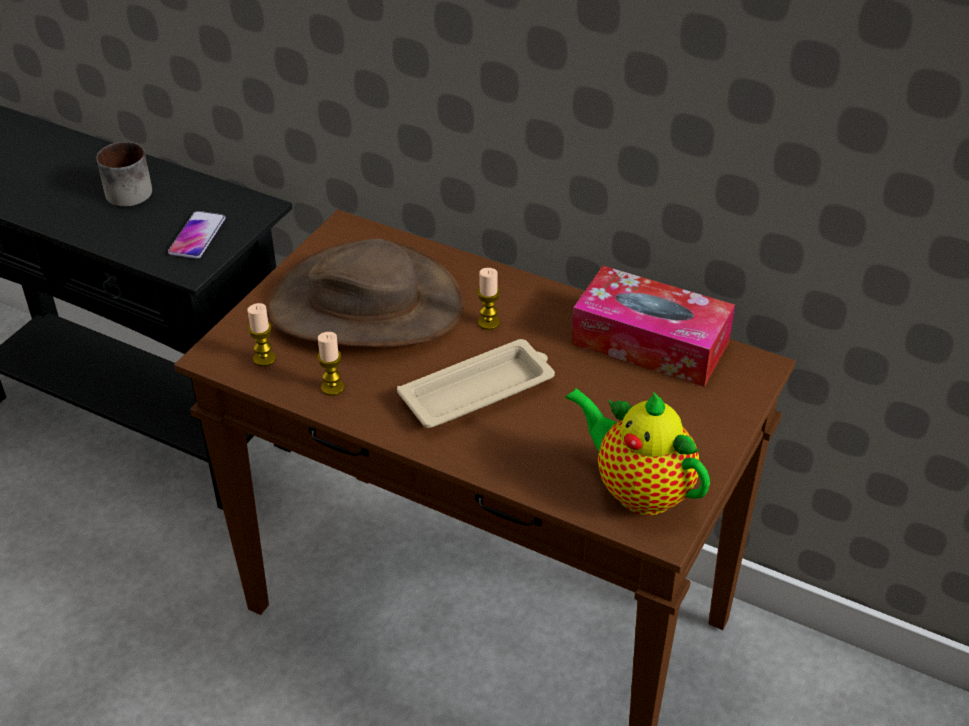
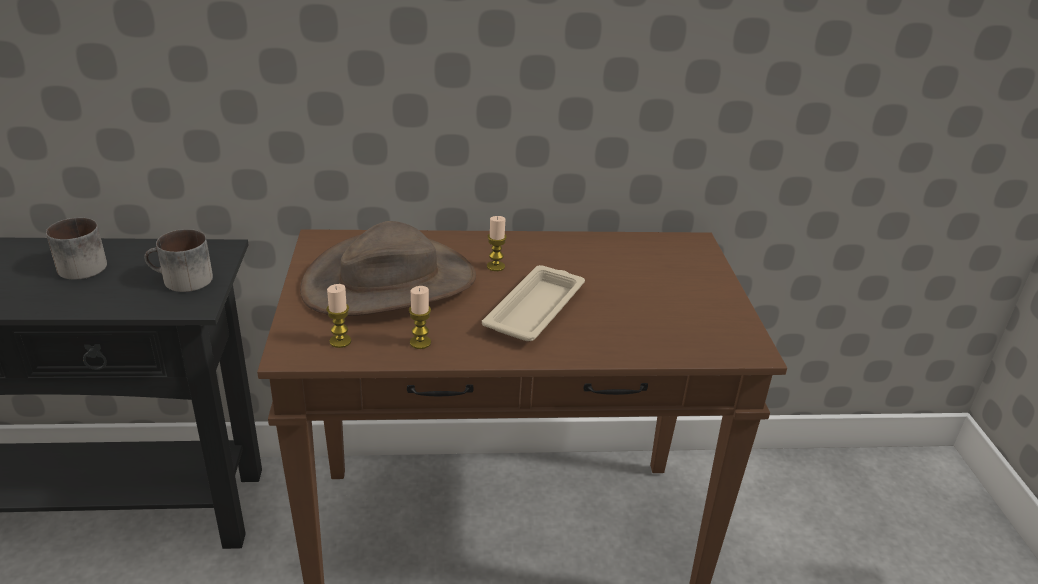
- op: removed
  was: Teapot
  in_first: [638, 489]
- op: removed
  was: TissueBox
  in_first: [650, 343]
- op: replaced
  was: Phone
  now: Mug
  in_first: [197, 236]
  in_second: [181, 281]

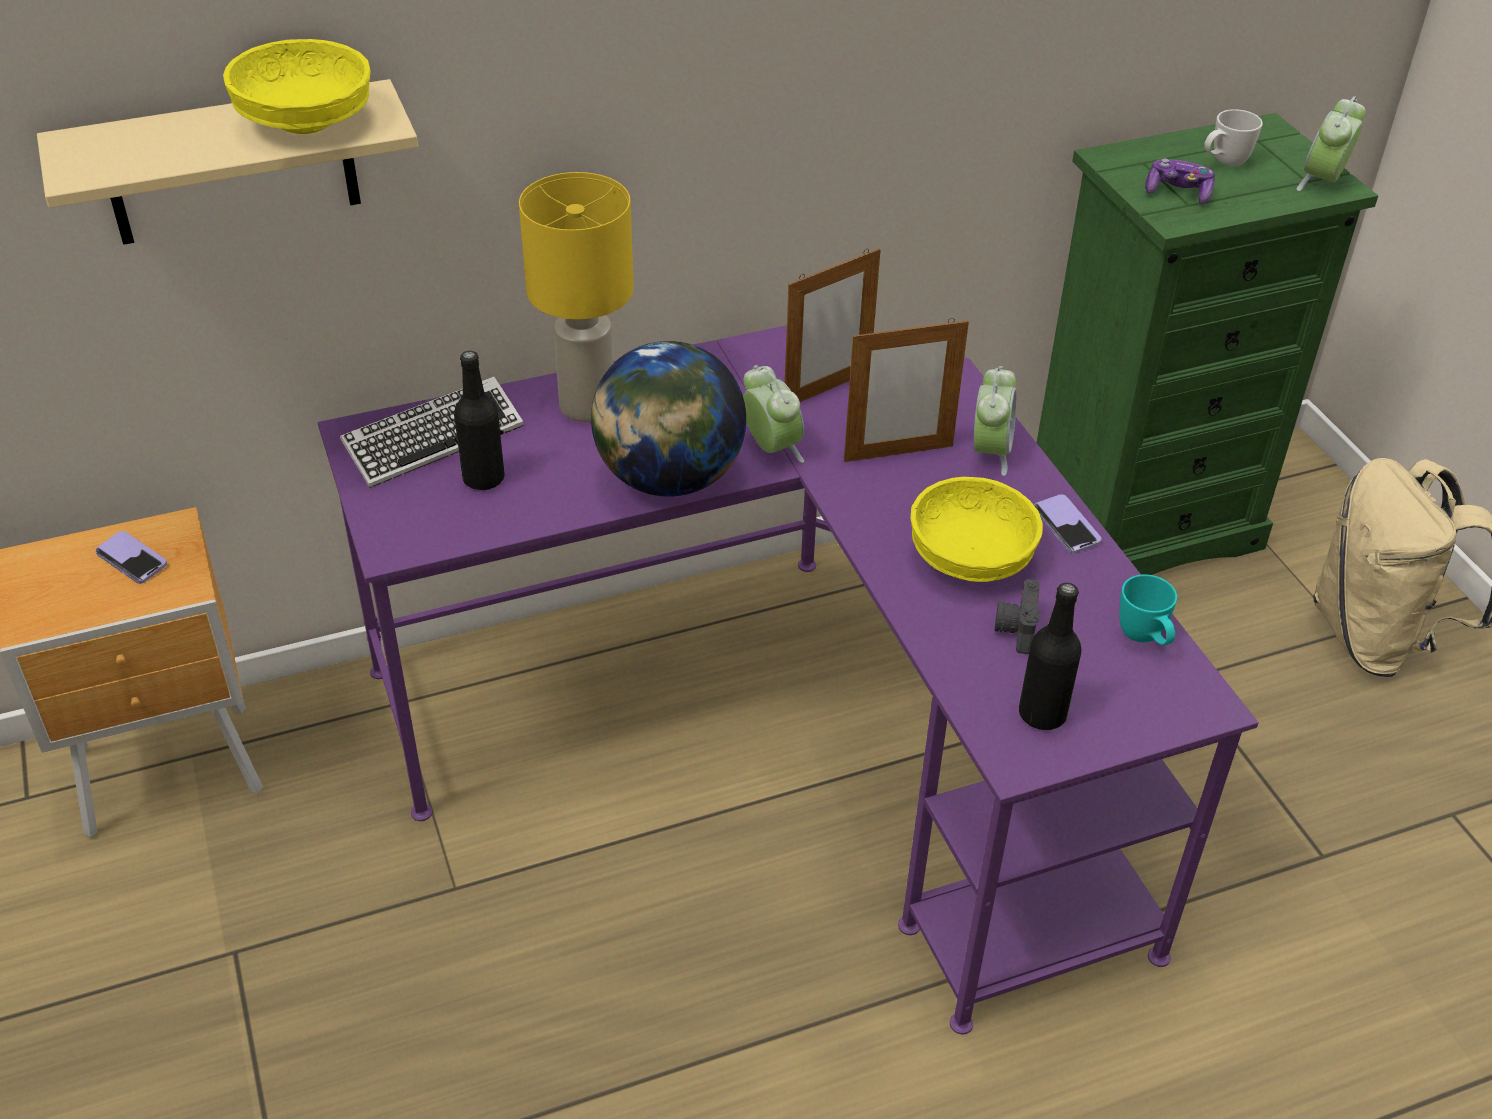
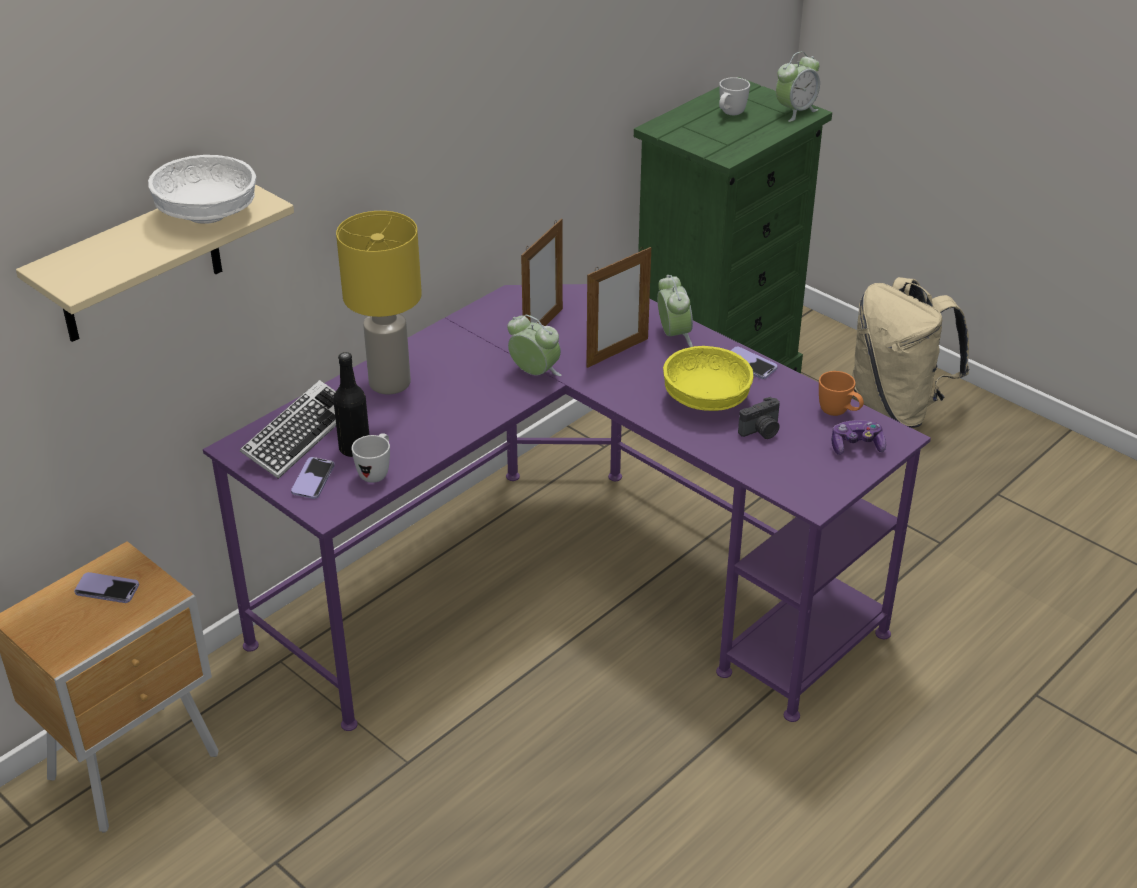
- op: removed
  was: Globe
  in_first: [669, 478]
- op: removed
  was: BlackBottle
  in_first: [1042, 714]
- op: added
  now: Phone
  in_second: [313, 479]
- op: added
  now: WhiteMug
  in_second: [376, 472]
- op: moved
  was: GameController
  in_first: [1178, 192]
  in_second: [856, 446]
- op: recoloured
  was: YellowBowl
  now: WhiteBowl
  in_first: [304, 122]
  in_second: [207, 215]
- op: recoloured
  was: TurquoiseMug
  now: OrangeMug
  in_first: [1145, 639]
  in_second: [839, 413]
- op: turned
  was: PhotoCamera
  in_first: [1015, 629]
  in_second: [761, 431]
  clockwise: -105
- op: turned
  was: AlarmClock
  in_first: [1323, 181]
  in_second: [795, 111]
  clockwise: -135

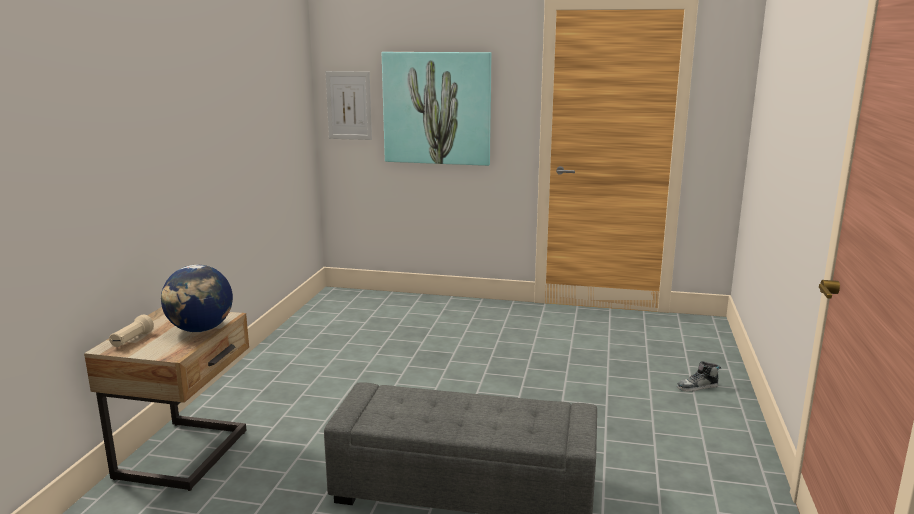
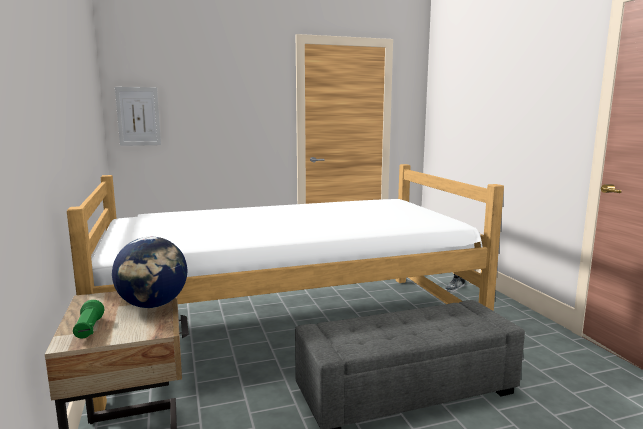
- op: removed
  was: Picture
  in_first: [437, 108]
- op: added
  now: Bed
  in_second: [289, 327]
- op: recoloured
  was: BeigeFlashlight
  now: GreenFlashlight
  in_first: [132, 340]
  in_second: [89, 329]

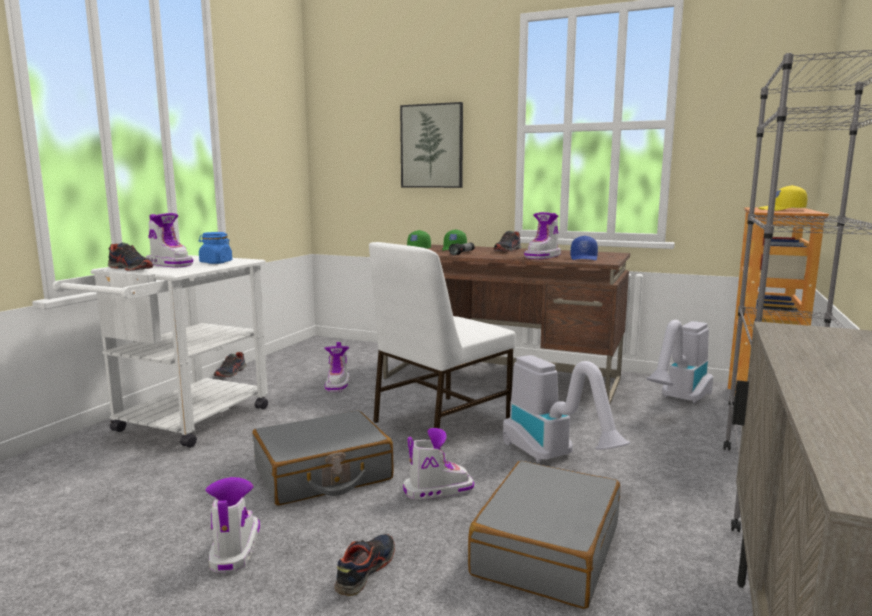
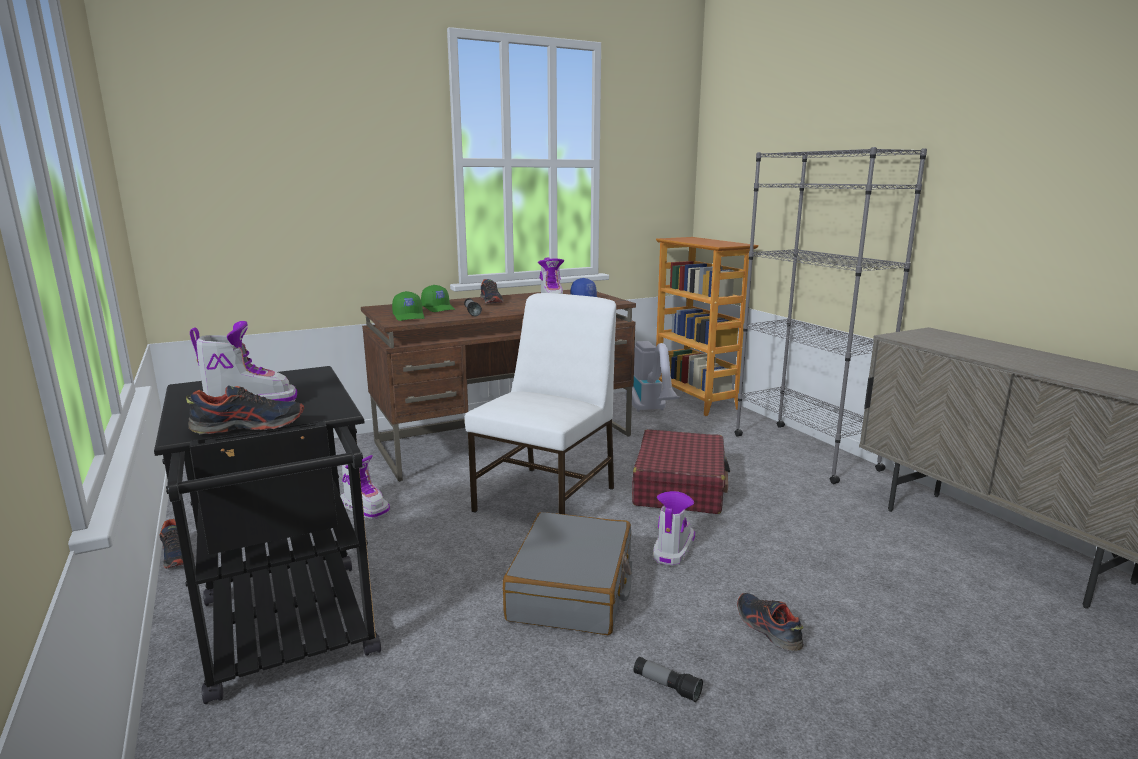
- op: removed
  was: BlueJar
  in_first: [215, 262]
- op: removed
  was: Picture
  in_first: [432, 146]
- op: removed
  was: GreySuitcase
  in_first: [546, 549]
- op: removed
  was: YellowCap
  in_first: [782, 210]
- op: replaced
  was: Boot
  now: Flashlight
  in_first: [234, 549]
  in_second: [666, 686]
- op: replaced
  was: VacuumCleaner
  now: RedSuitcase
  in_first: [554, 458]
  in_second: [679, 486]
- op: recoloured
  was: WhiteCart
  now: BlackCart
  in_first: [183, 424]
  in_second: [291, 638]
- op: turned
  was: WhiteChair
  in_first: [439, 422]
  in_second: [548, 498]
  clockwise: -150

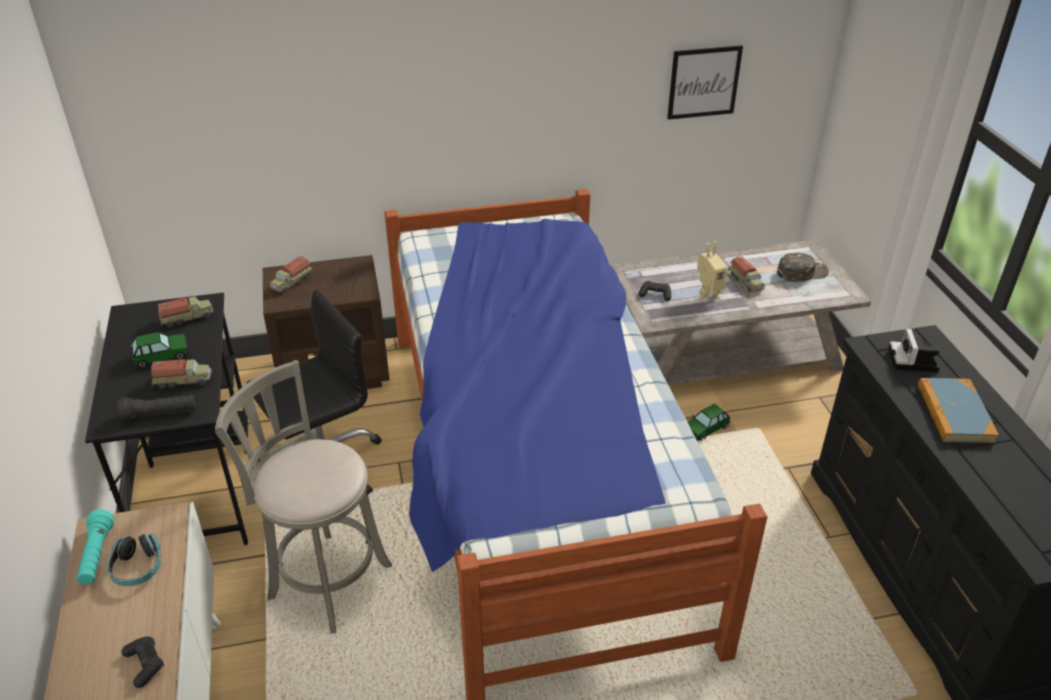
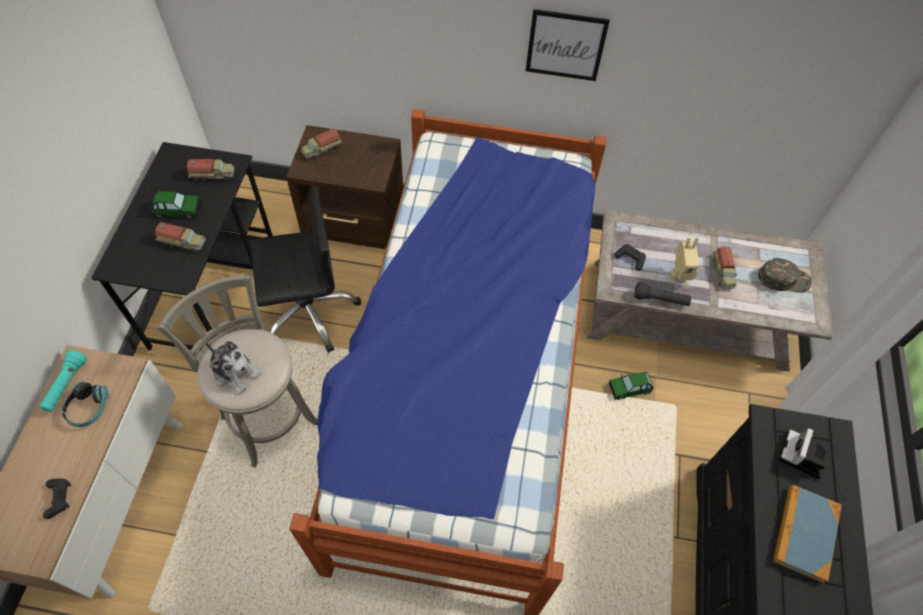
- op: added
  now: PlushToy
  in_second: [235, 371]
- op: moved
  was: BlackFlashlight
  in_first: [160, 414]
  in_second: [660, 300]
- op: moved
  was: Picture
  in_first: [704, 82]
  in_second: [565, 45]

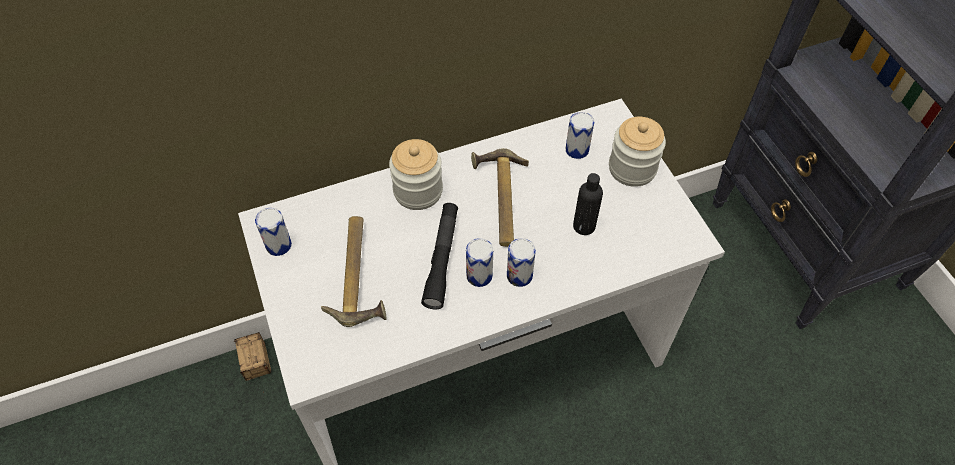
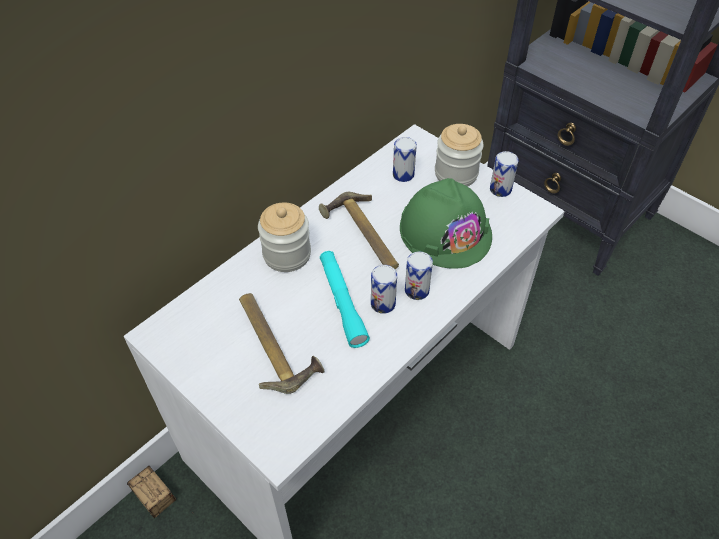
- op: moved
  was: Can
  in_first: [278, 245]
  in_second: [500, 189]
- op: replaced
  was: BlackBottle
  now: GreenHardHat
  in_first: [584, 226]
  in_second: [445, 231]
- op: recoloured
  was: BlackFlashlight
  now: TurquoiseFlashlight
  in_first: [442, 259]
  in_second: [342, 302]

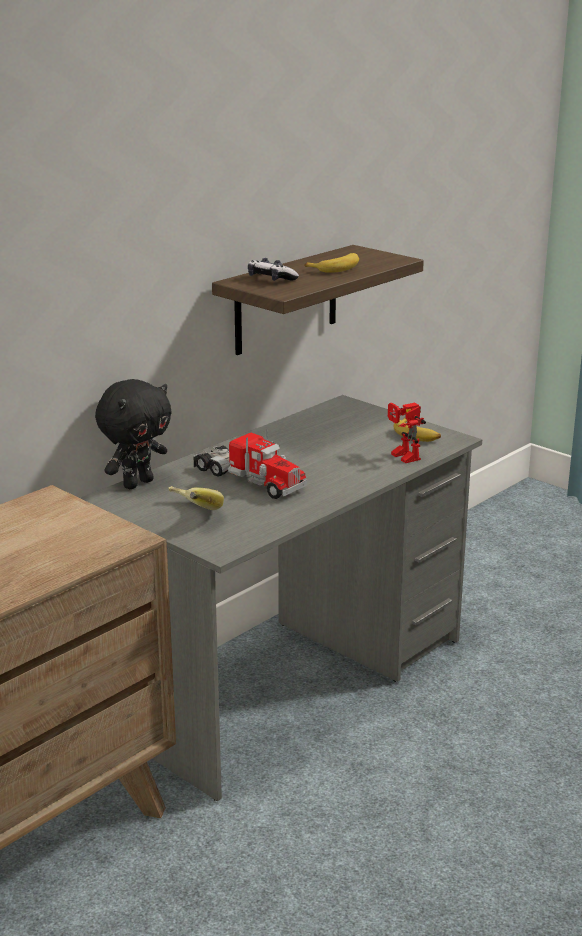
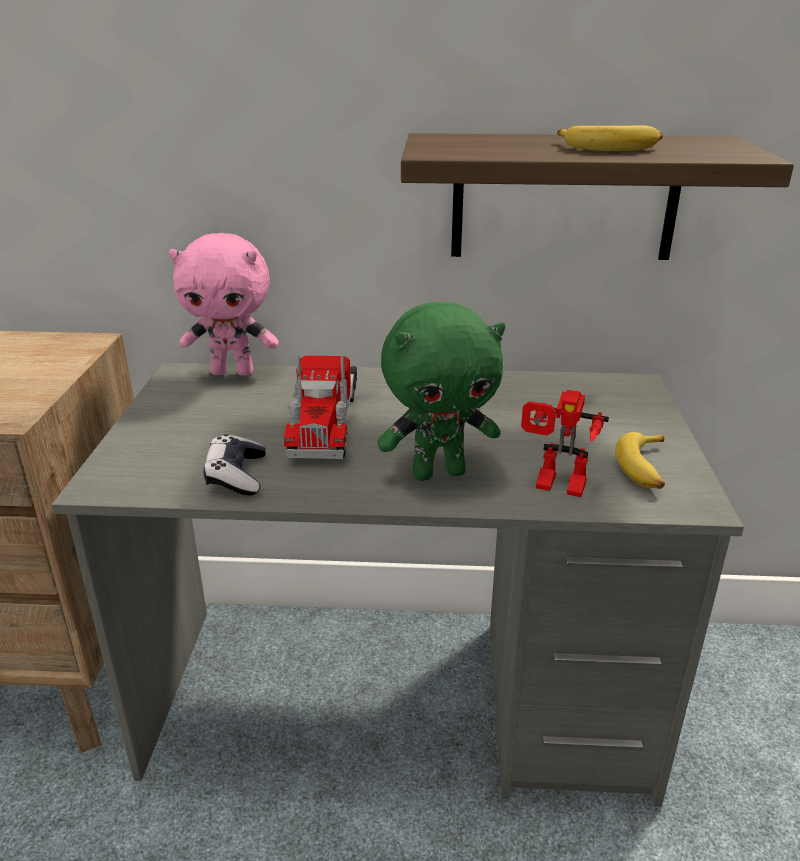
- op: removed
  was: Banana
  in_first: [191, 515]
- op: added
  now: GreenPlushToy
  in_second: [439, 472]
- op: moved
  was: GameController
  in_first: [271, 279]
  in_second: [236, 476]
- op: recoloured
  was: BlackPlushToy
  now: PinkPlushToy
  in_first: [137, 483]
  in_second: [233, 372]
- op: turned
  was: ToyRobot
  in_first: [401, 457]
  in_second: [556, 487]
  clockwise: -90

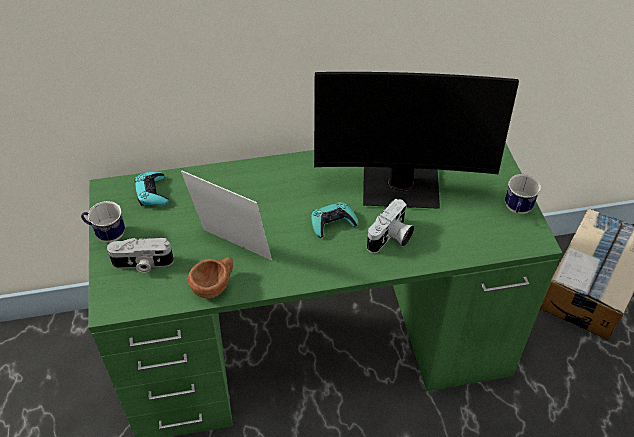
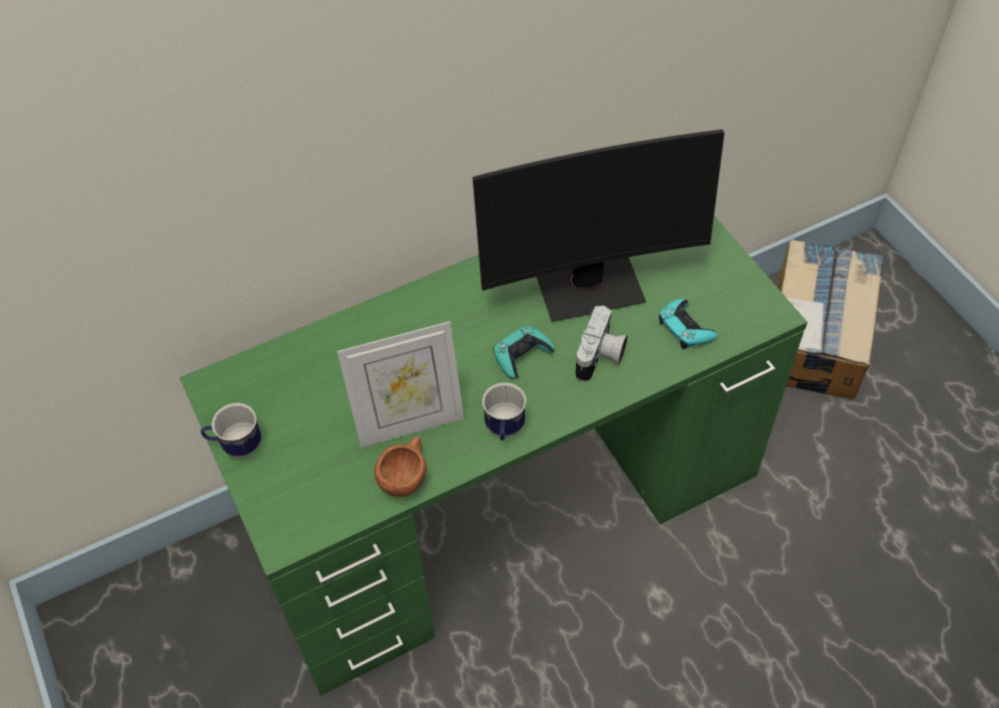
- op: removed
  was: PhotoCamera
  in_first: [142, 264]
- op: moved
  was: TurquoiseGameController
  in_first: [152, 193]
  in_second: [685, 328]
- op: moved
  was: Mug
  in_first: [517, 210]
  in_second: [504, 430]
- op: turned
  was: PictureFrame
  in_first: [232, 250]
  in_second: [409, 424]
  clockwise: 150

